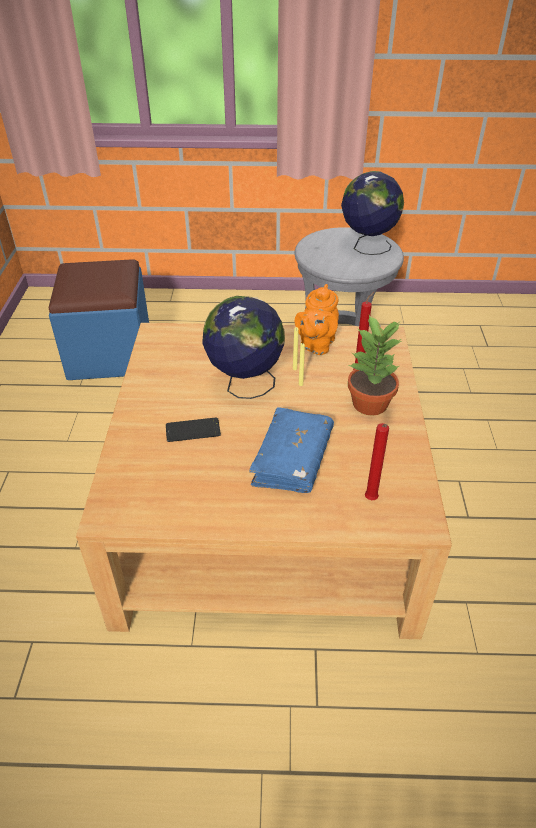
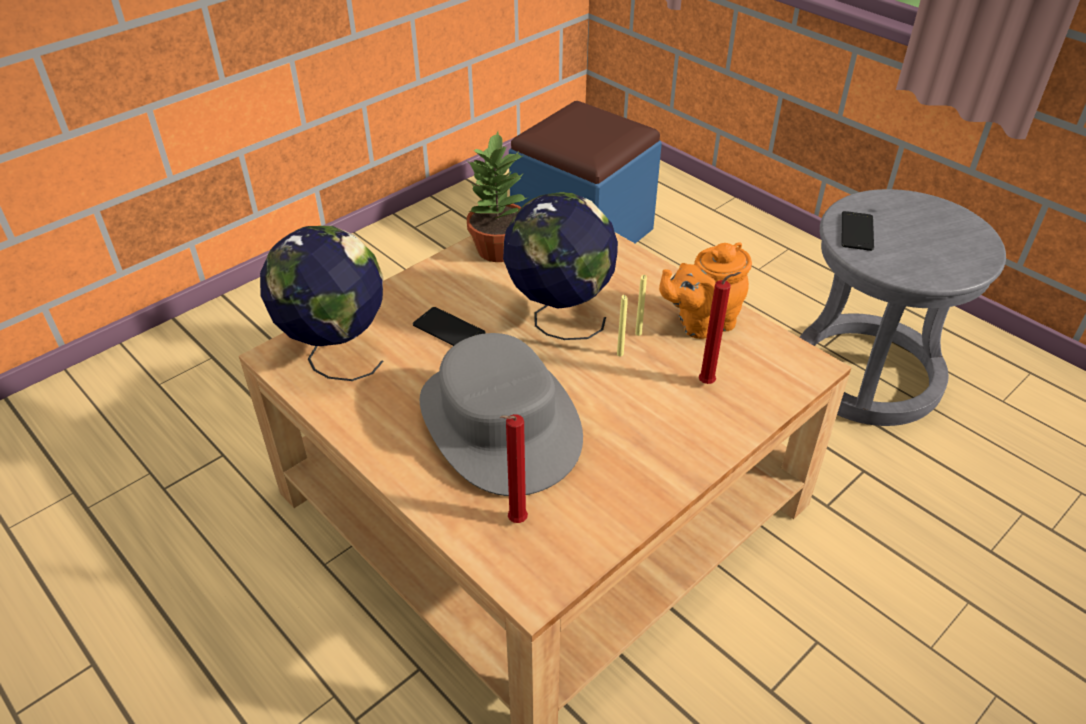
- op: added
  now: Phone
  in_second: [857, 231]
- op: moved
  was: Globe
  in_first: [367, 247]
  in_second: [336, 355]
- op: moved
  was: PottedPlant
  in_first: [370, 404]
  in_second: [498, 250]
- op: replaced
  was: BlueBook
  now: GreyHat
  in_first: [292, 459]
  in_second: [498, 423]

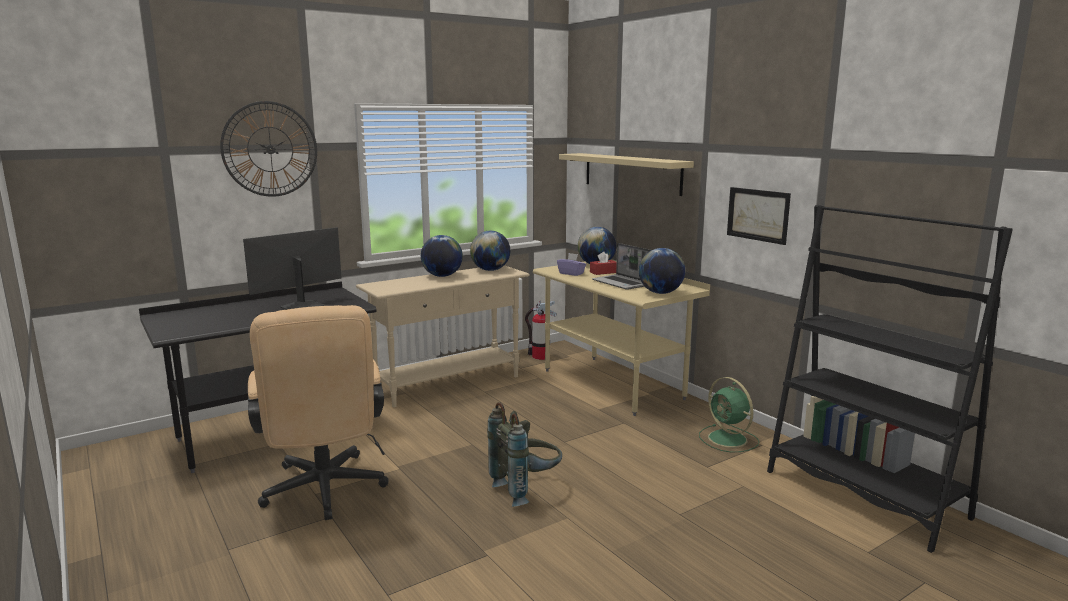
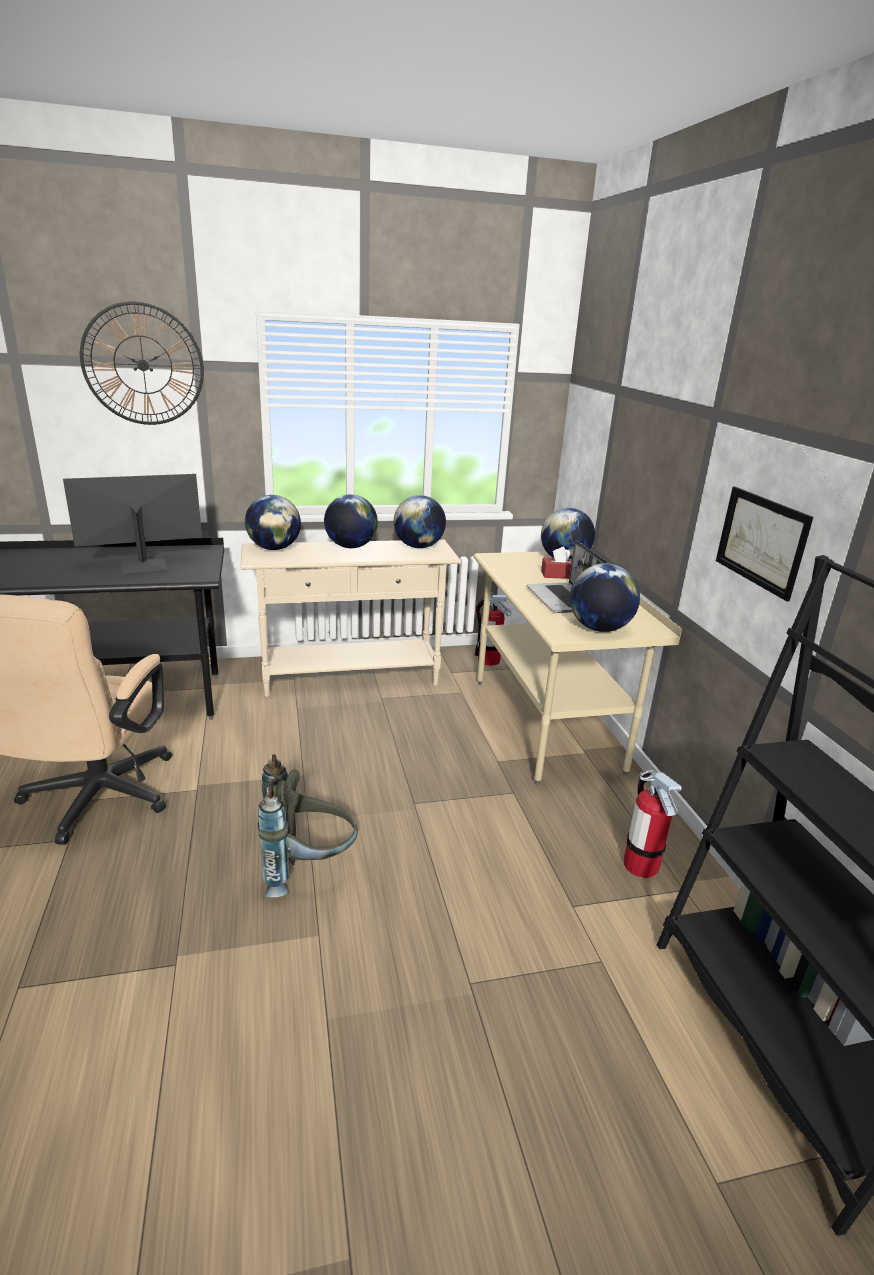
- op: removed
  was: PurpleTissueBox
  in_first: [571, 273]
- op: removed
  was: BeigeShelf
  in_first: [631, 173]
- op: added
  now: Globe
  in_second: [274, 548]
- op: replaced
  was: GreenFan
  now: FireExtinguisher
  in_first: [729, 439]
  in_second: [640, 864]

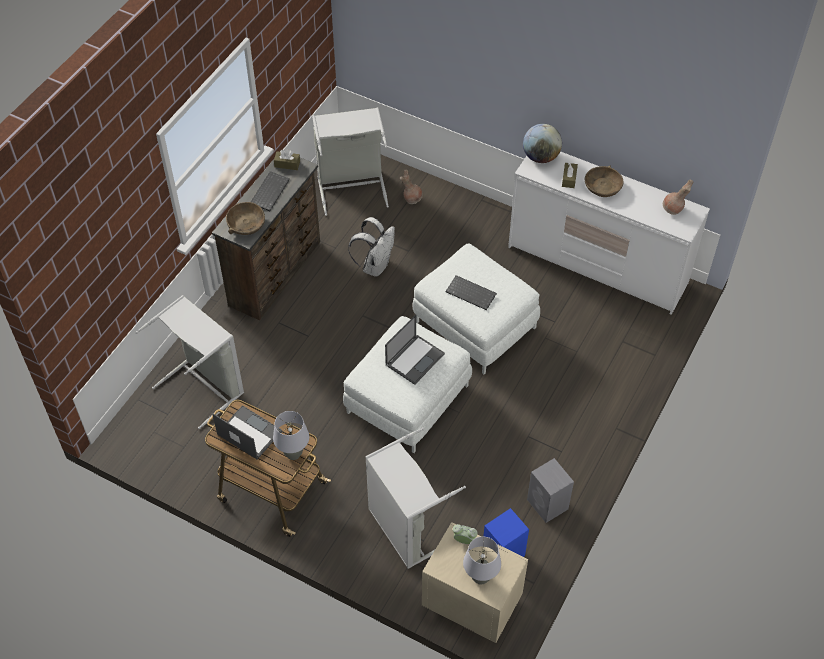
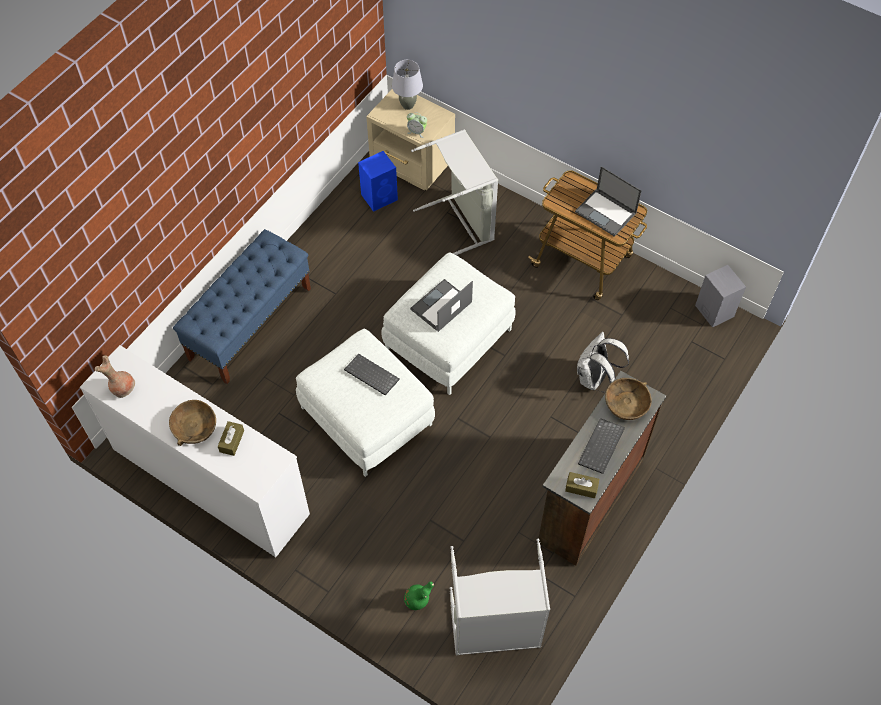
- op: removed
  was: GreyLaundryBasket
  in_first: [205, 385]
- op: removed
  was: GreyTableLamp
  in_first: [293, 454]
- op: removed
  was: Globe
  in_first: [540, 157]
- op: added
  now: BlueBench
  in_second: [250, 323]
- op: moved
  was: WhiteBackpack
  in_first: [375, 265]
  in_second: [595, 379]
- op: moved
  was: GreySpeaker
  in_first: [548, 505]
  in_second: [714, 310]
- op: recoloured
  was: BrownVase
  now: GreenVase
  in_first: [412, 198]
  in_second: [417, 601]

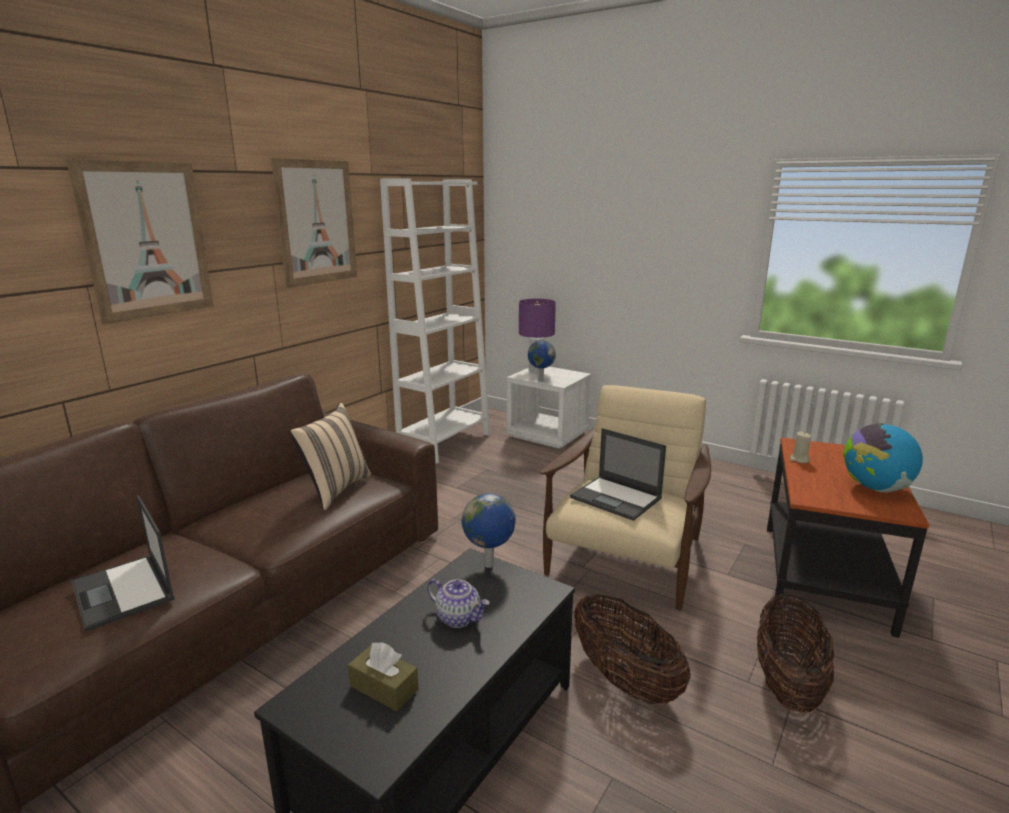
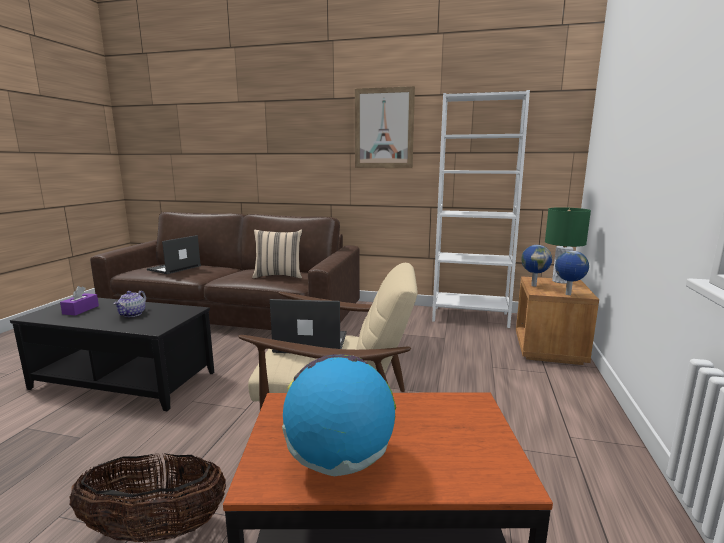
- op: removed
  was: Picture
  in_first: [147, 240]
- op: removed
  was: Basket
  in_first: [625, 680]
- op: removed
  was: BeigeCandle
  in_first: [799, 459]
- op: moved
  was: Globe
  in_first: [489, 566]
  in_second: [568, 294]
- op: recoloured
  was: BrownTissueBox
  now: PurpleTissueBox
  in_first: [384, 688]
  in_second: [81, 310]
- op: recoloured
  was: WhiteNightstand
  now: BrownNightstand
  in_first: [548, 435]
  in_second: [549, 350]
- op: recoloured
  was: PurpleTableLamp
  now: GreenTableLamp
  in_first: [536, 370]
  in_second: [560, 281]
- op: turned
  was: Laptop
  in_first: [617, 498]
  in_second: [310, 343]
  clockwise: 75

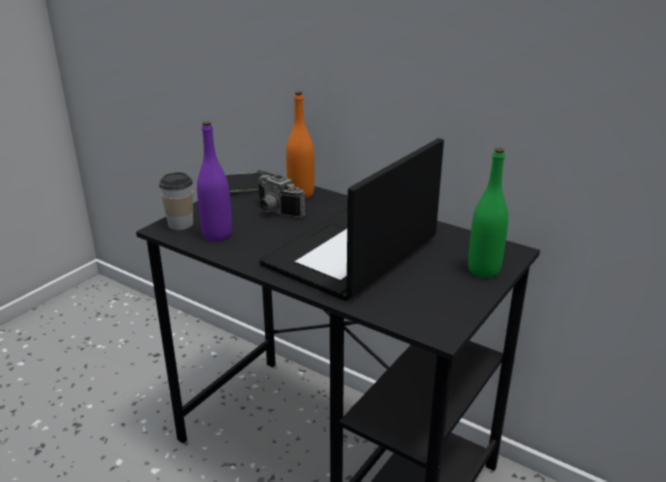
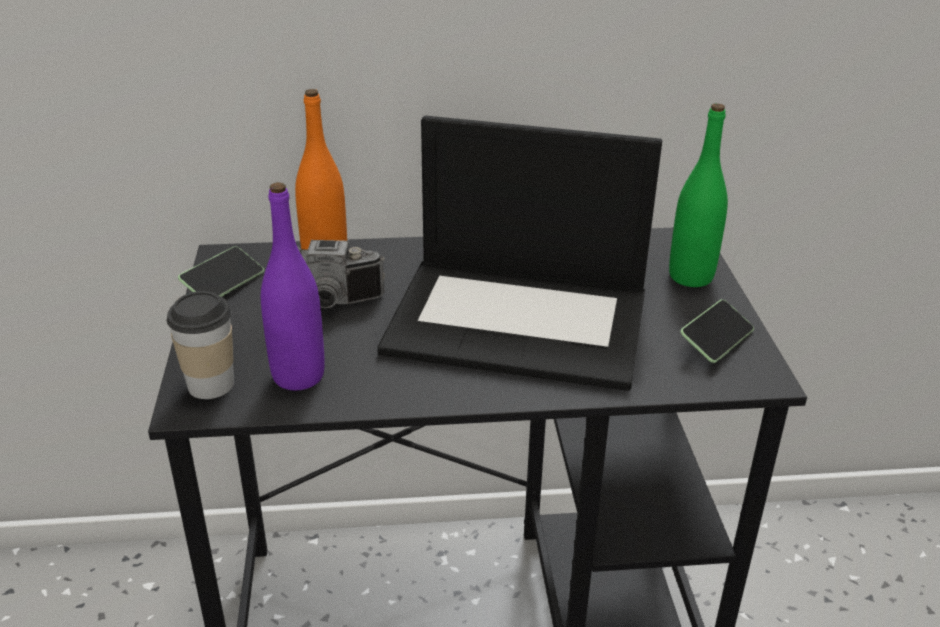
- op: added
  now: Phone
  in_second: [715, 342]
- op: turned
  was: Laptop
  in_first: [351, 253]
  in_second: [521, 320]
  clockwise: -75

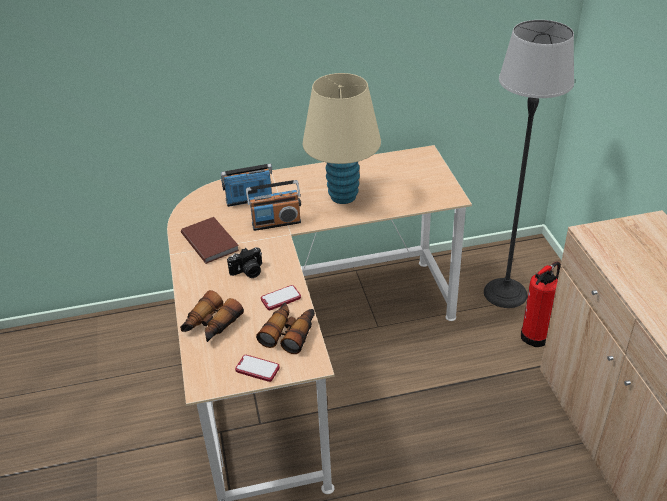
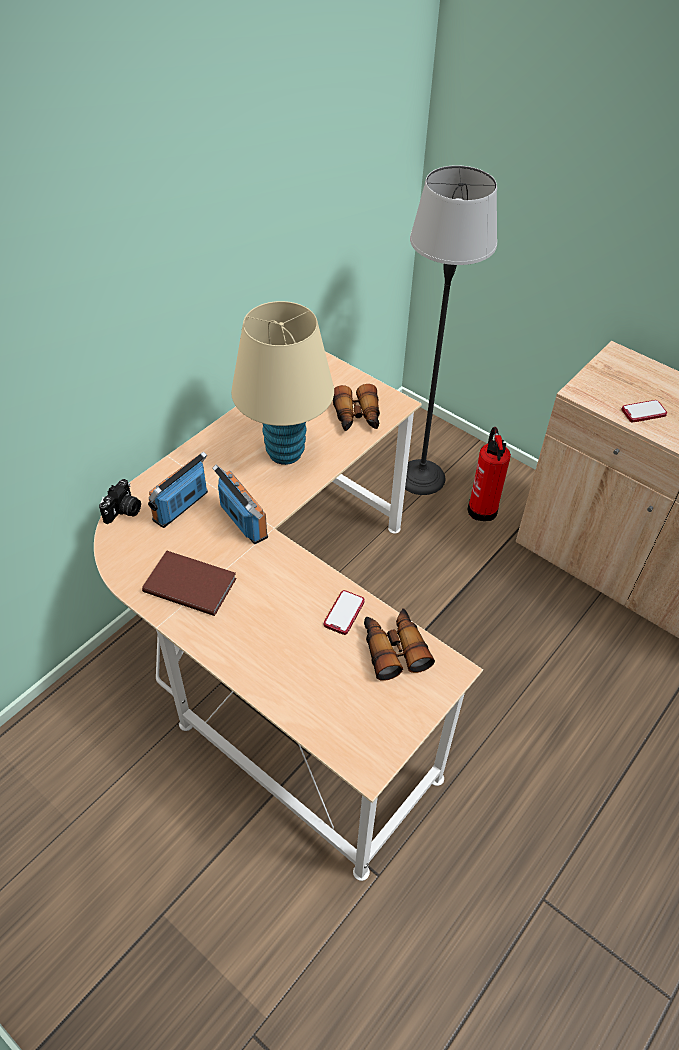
- op: moved
  was: Binoculars
  in_first: [211, 325]
  in_second: [357, 417]
- op: moved
  was: PhotoCamera
  in_first: [248, 272]
  in_second: [124, 511]
- op: moved
  was: Phone
  in_first: [257, 369]
  in_second: [643, 412]
- op: turned
  was: Radio
  in_first: [276, 223]
  in_second: [243, 521]
  clockwise: -75

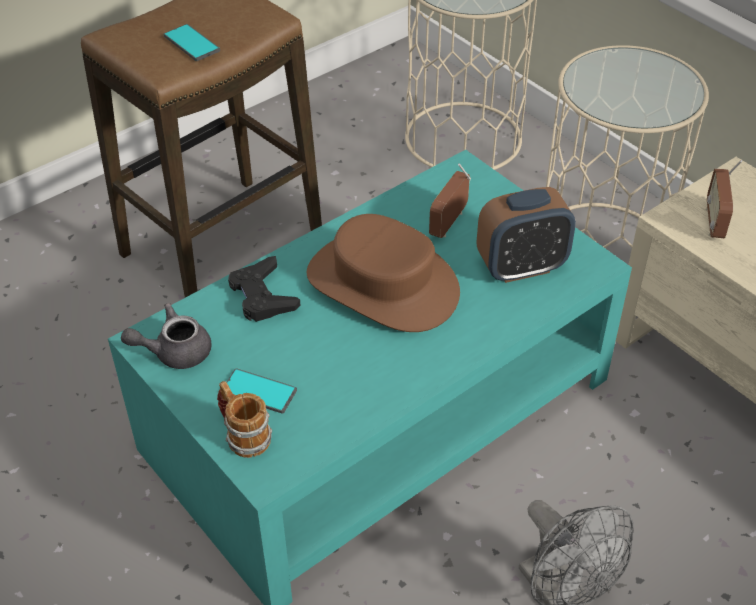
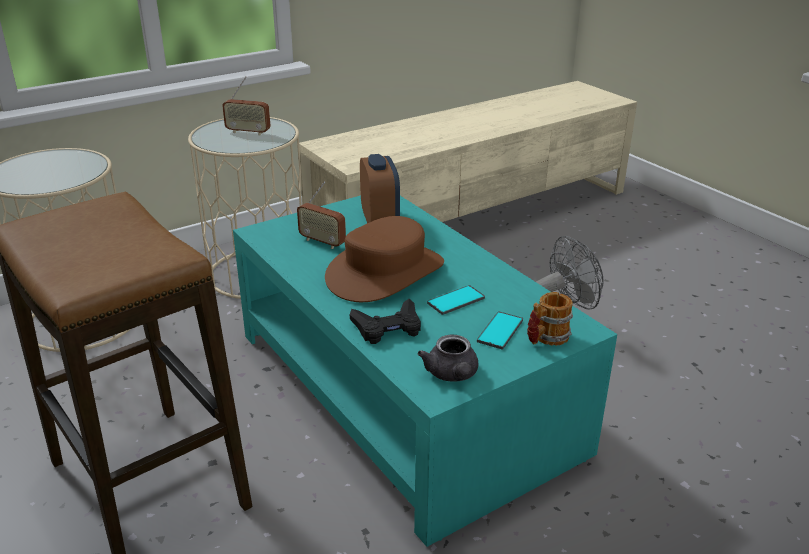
- op: moved
  was: Phone
  in_first: [192, 43]
  in_second: [456, 300]
- op: moved
  was: Radio
  in_first: [714, 222]
  in_second: [248, 132]

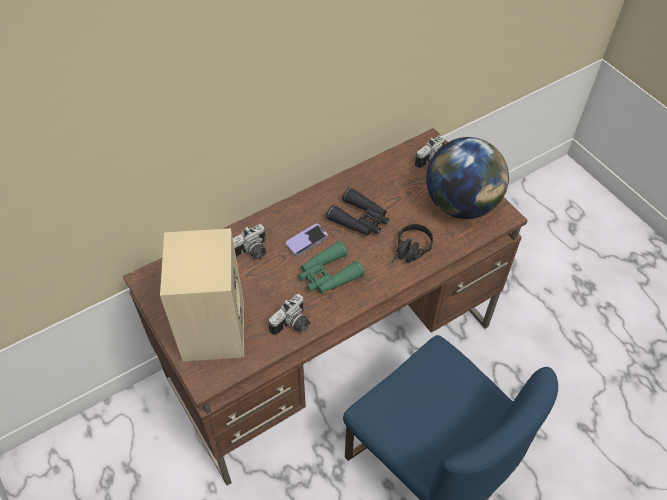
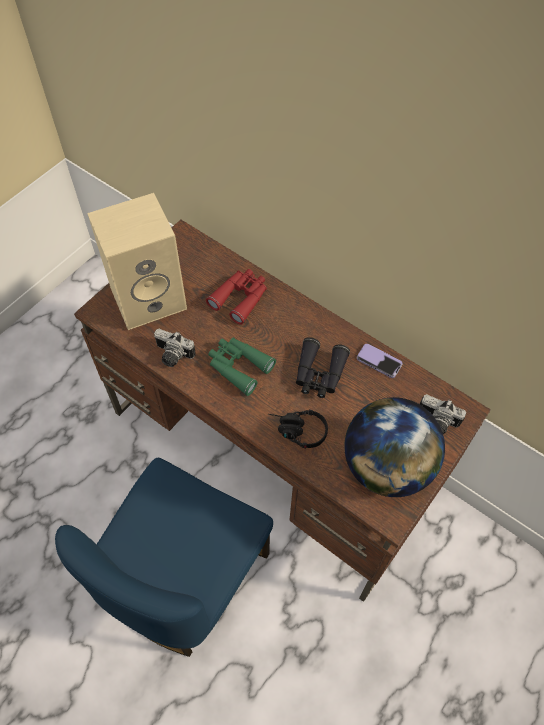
- op: moved
  was: Phone
  in_first: [307, 240]
  in_second: [379, 361]
- op: replaced
  was: PhotoCamera
  now: RedBinoculars
  in_first: [252, 252]
  in_second: [240, 298]

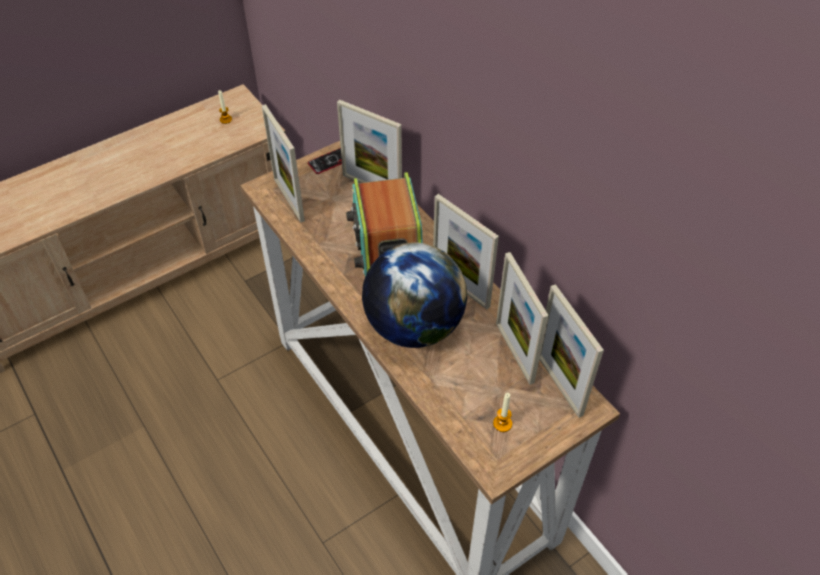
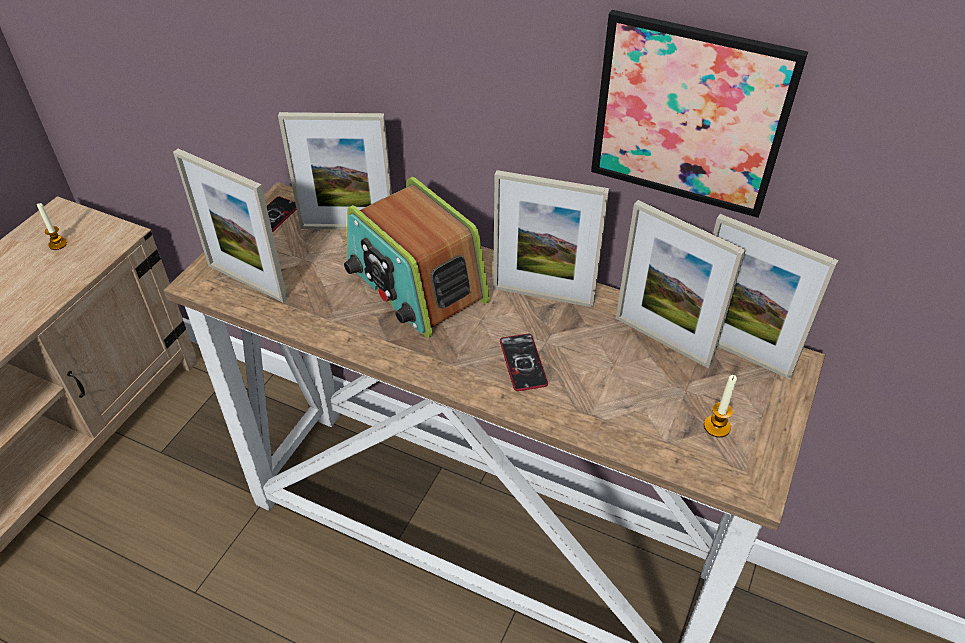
- op: added
  now: Picture
  in_second: [689, 115]
- op: replaced
  was: Globe
  now: Phone
  in_first: [413, 326]
  in_second: [523, 363]

